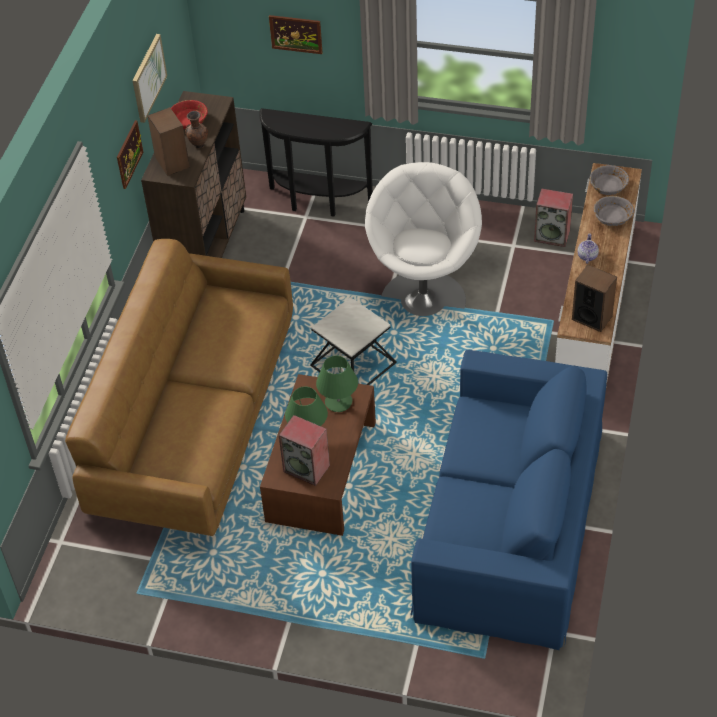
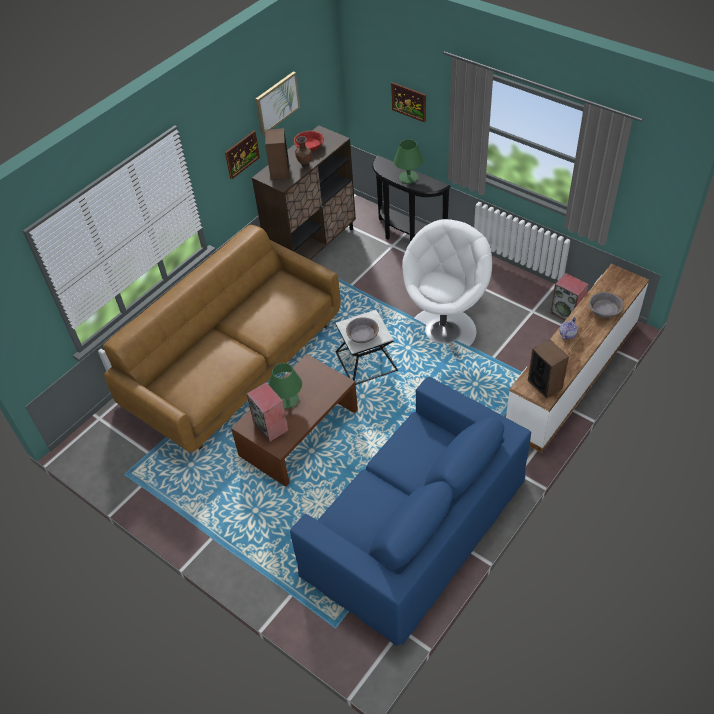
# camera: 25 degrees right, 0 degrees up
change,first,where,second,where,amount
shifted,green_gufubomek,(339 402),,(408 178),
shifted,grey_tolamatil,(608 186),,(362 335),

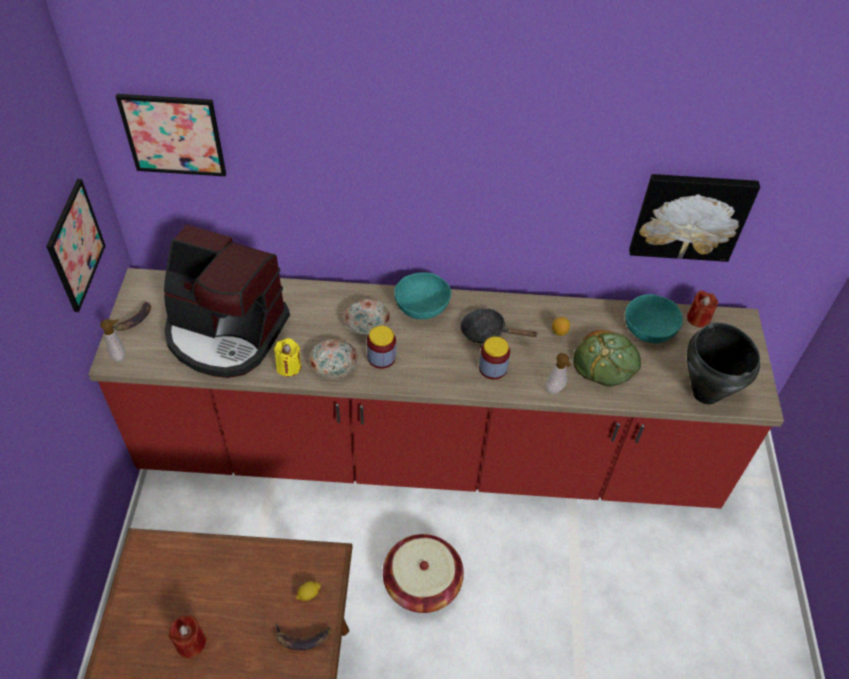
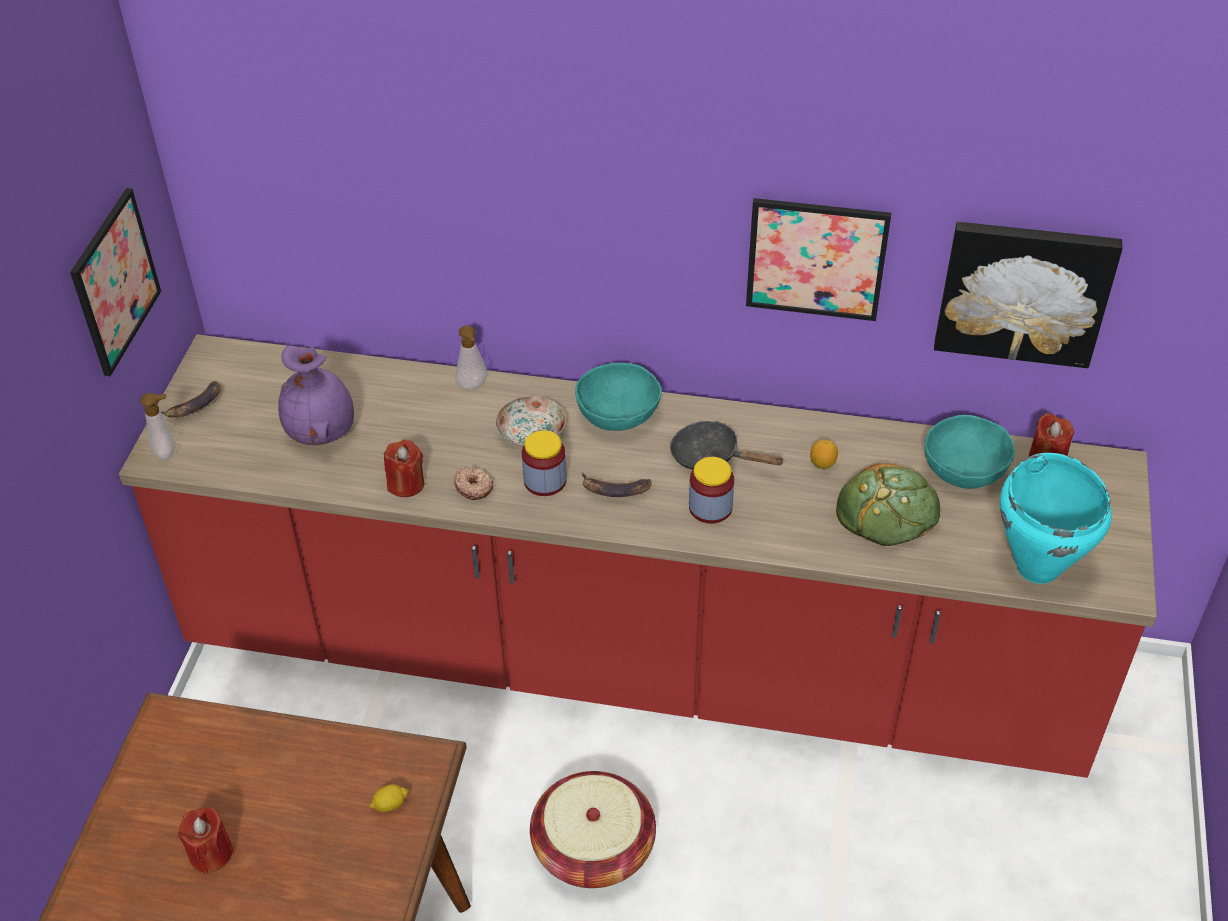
# camera: 10 degrees right, 5 degrees down
change,first,where,second,where,amount
shifted,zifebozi,(173 135),,(816 259),
swapped,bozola,(225 333),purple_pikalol,(322 432),
repainted,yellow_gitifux,(288 367),red_gitifux,(406 484),
shifted,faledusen,(302 638),,(614 490),
swapped,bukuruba,(335 365),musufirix,(474 487),
shifted,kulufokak,(556 390),,(473 386),
repainted,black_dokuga,(706 393),turquoise_dokuga,(1038 567),

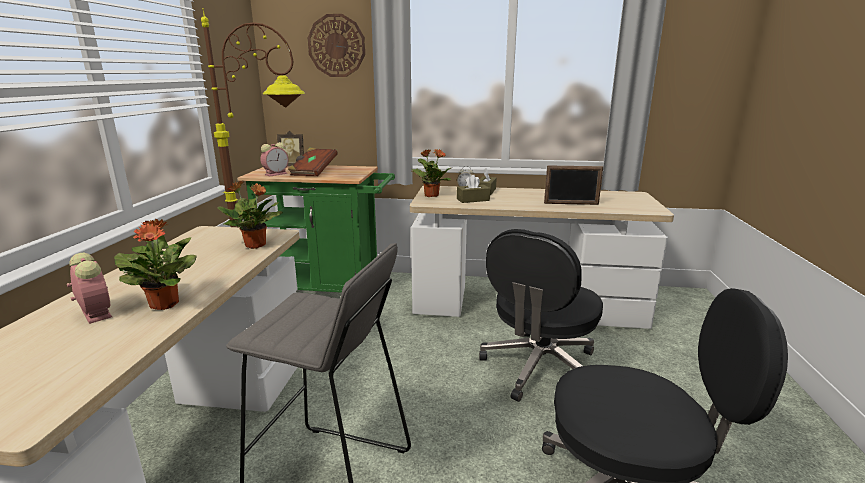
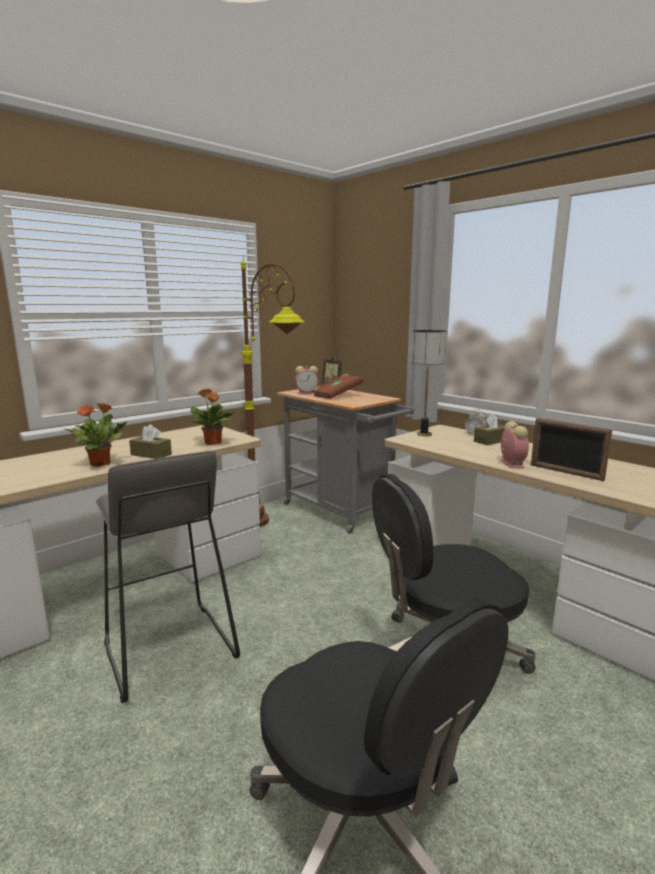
# camera: 40 degrees right, 5 degrees down
change,first,where,second,where,amount
shifted,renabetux,(95 313),,(511 463),
repainted,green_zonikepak,(329 291),grey_zonikepak,(342 512),
gone,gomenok,(336 46),,,
swapped,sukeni,(431 195),gufubomek,(424 434),
shifted,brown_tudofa,(473 200),,(151 454),

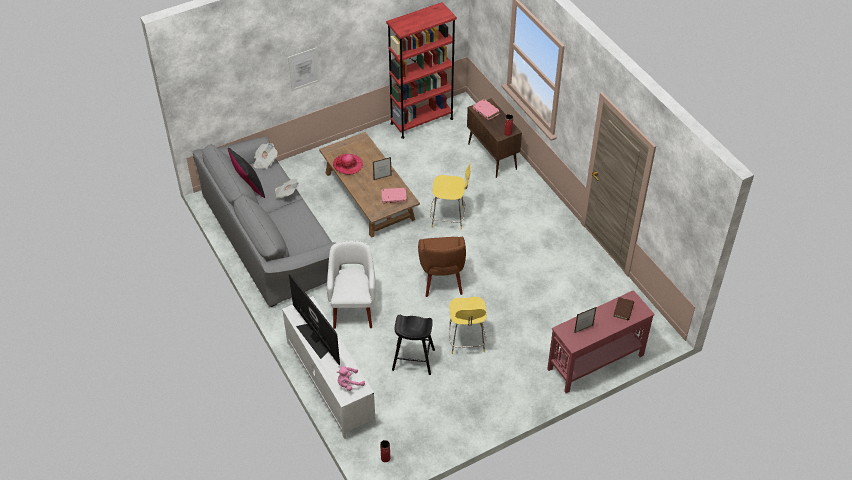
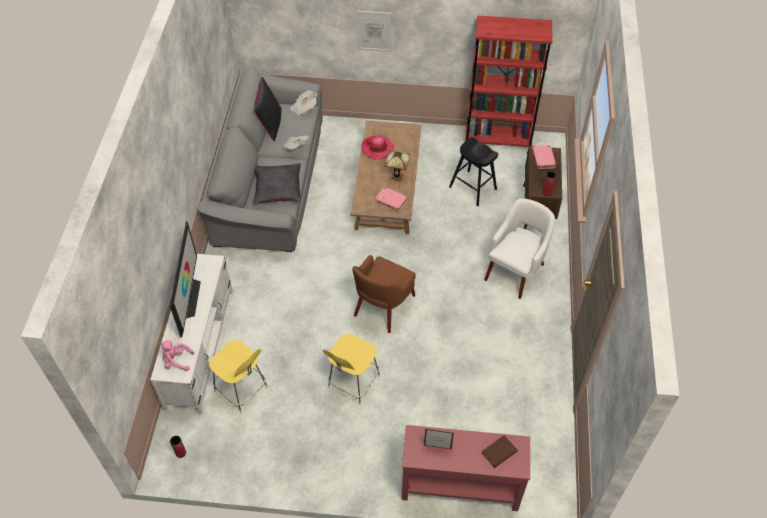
# camera: 35 degrees right, 5 degrees up
change,first,where,second,where,amount
shifted,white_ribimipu,(353 307),,(515 270),
swapped,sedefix,(382 177),gufubomek,(398 176),
shifted,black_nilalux,(413 360),,(473 188),
shifted,yellow_nilalux,(449 217),,(242 390),
new,,,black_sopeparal,(278 189),

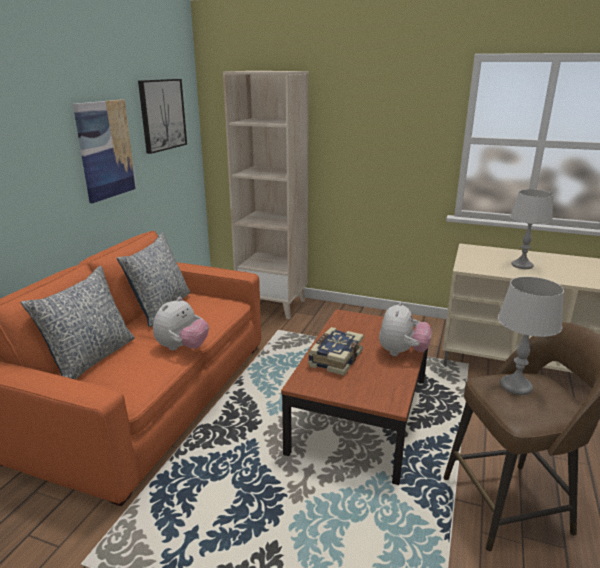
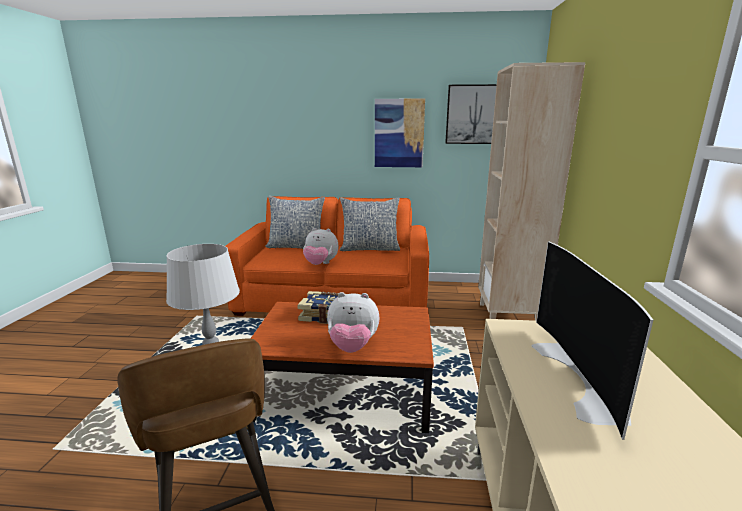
# camera: 75 degrees right, 5 degrees down
change,first,where,second,where,amount
swapped,grey_gufubomek,(522 265),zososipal,(582 378),

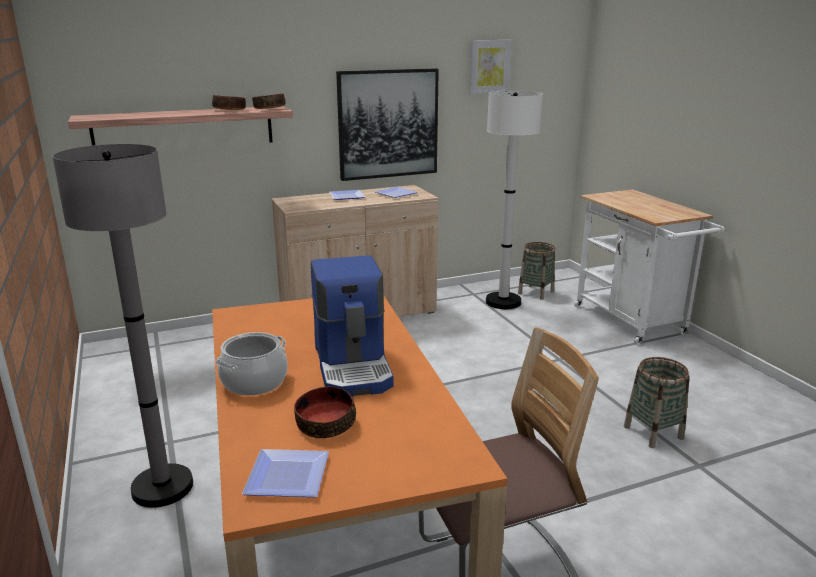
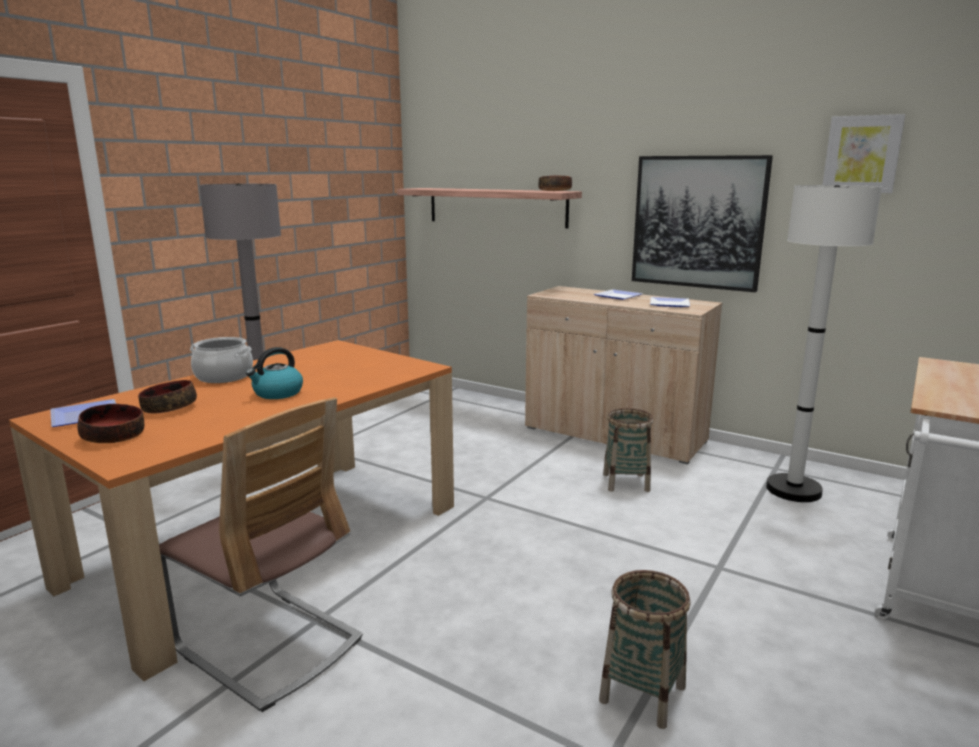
# camera: 55 degrees right, 5 degrees down
change,first,where,second,where,amount
shifted,tolamatil,(230 110),,(113 436),
swapped,bozola,(354 366),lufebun,(277 393),
shifted,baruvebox,(536 292),,(626 482),

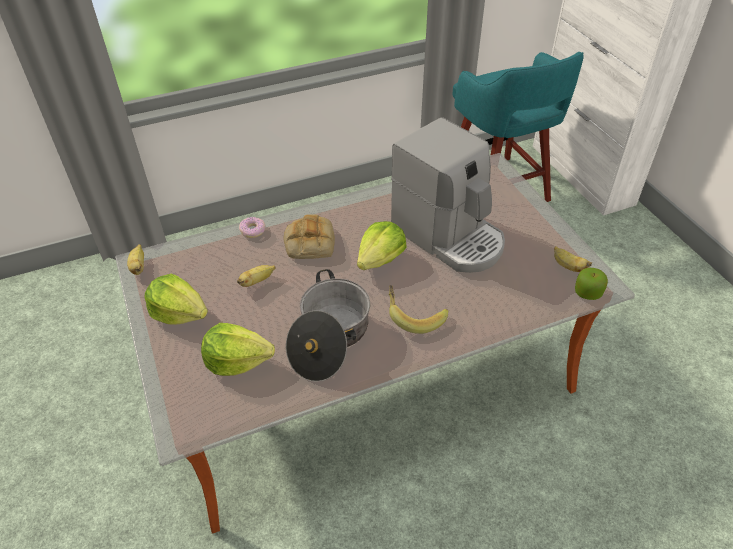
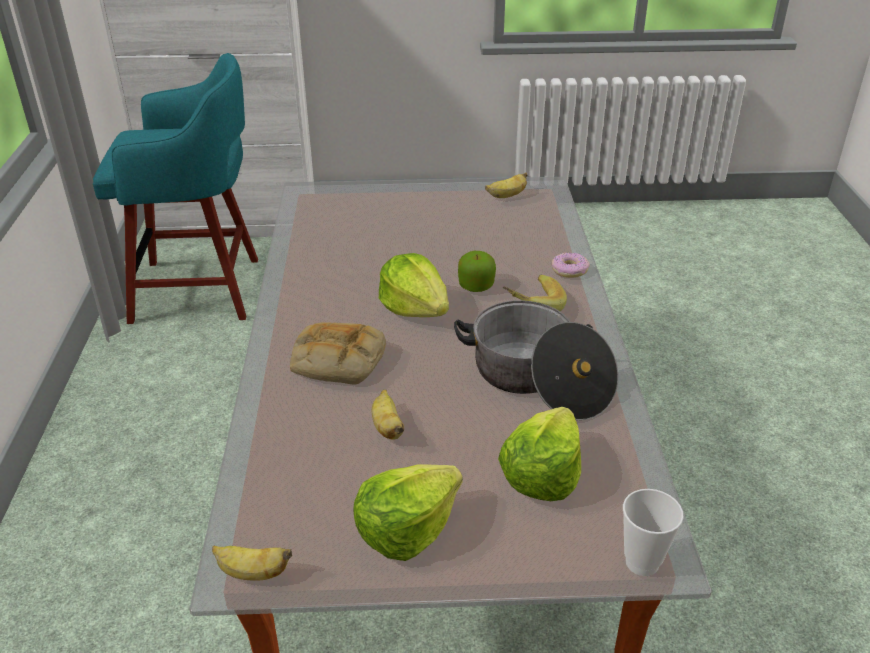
# camera: 70 degrees left, 10 degrees down
change,first,where,second,where,amount
shifted,musufirix,(253 230),,(569 270),
gone,bozola,(449 236),,,
shifted,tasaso,(587 292),,(476 286),
new,,,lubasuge,(642 562),

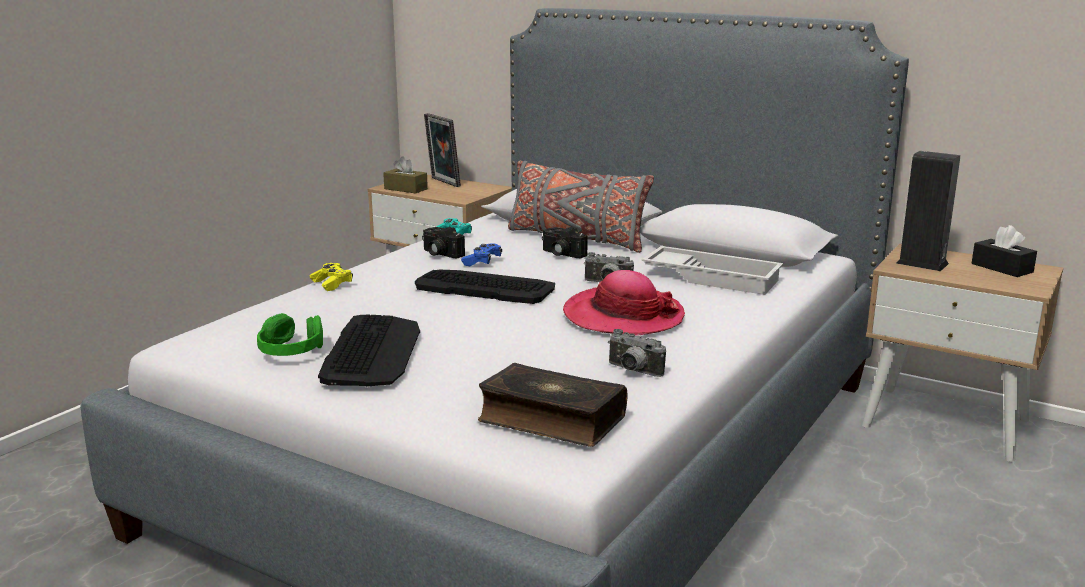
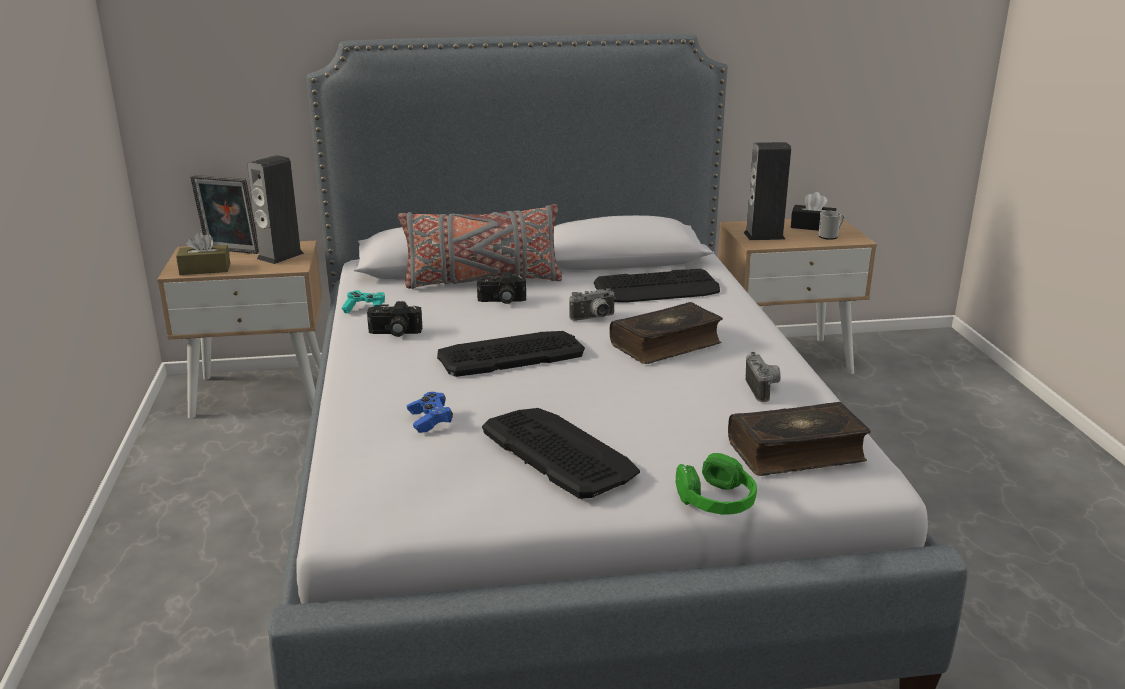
# camera: 40 degrees left, 5 degrees up
change,first,where,second,where,amount
shifted,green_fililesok,(291 350),,(716 501),
gone,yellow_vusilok,(332 284),,,
shifted,blue_vusilok,(482 262),,(430 420),
swapped,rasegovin,(623 316),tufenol,(666 344),
rotated,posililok,(632 371),,(763 390),90 degrees counterclockwise
swapped,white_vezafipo,(713 277),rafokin,(657 288),
new,,,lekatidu,(280 256),
new,,,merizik,(830 236),

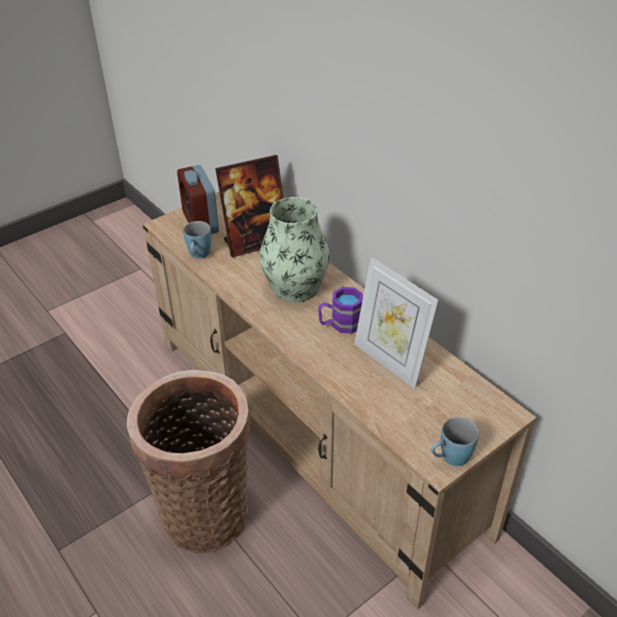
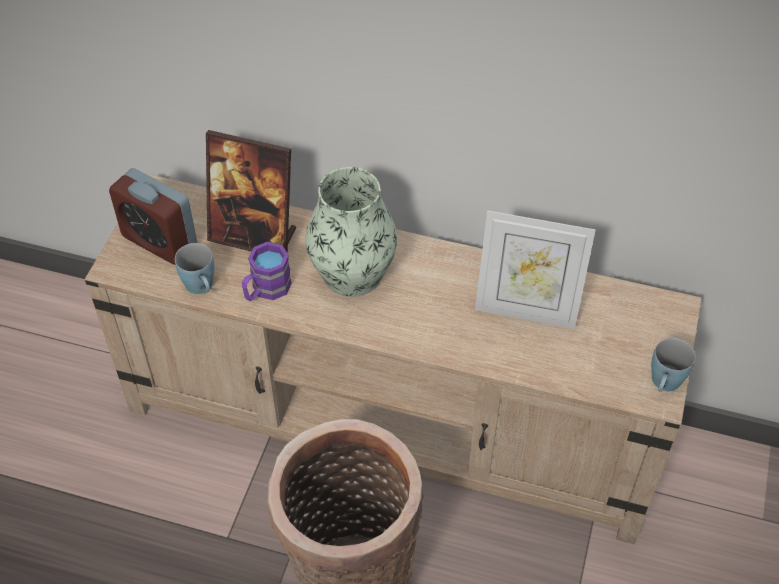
# camera: 35 degrees left, 10 degrees up
change,first,where,second,where,amount
rotated,sedefix,(255 242),,(253 236),75 degrees clockwise
shifted,purple_merizik,(340 324),,(266 290),

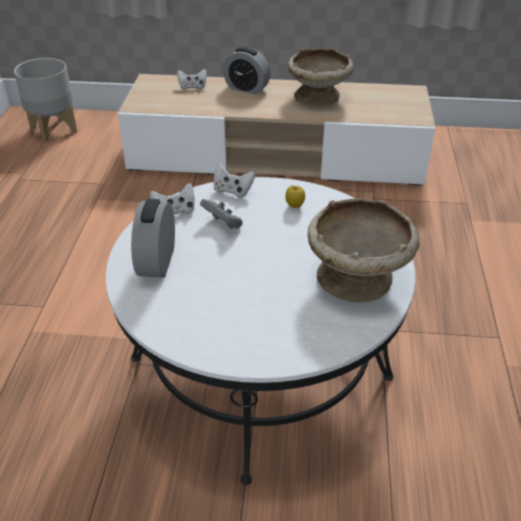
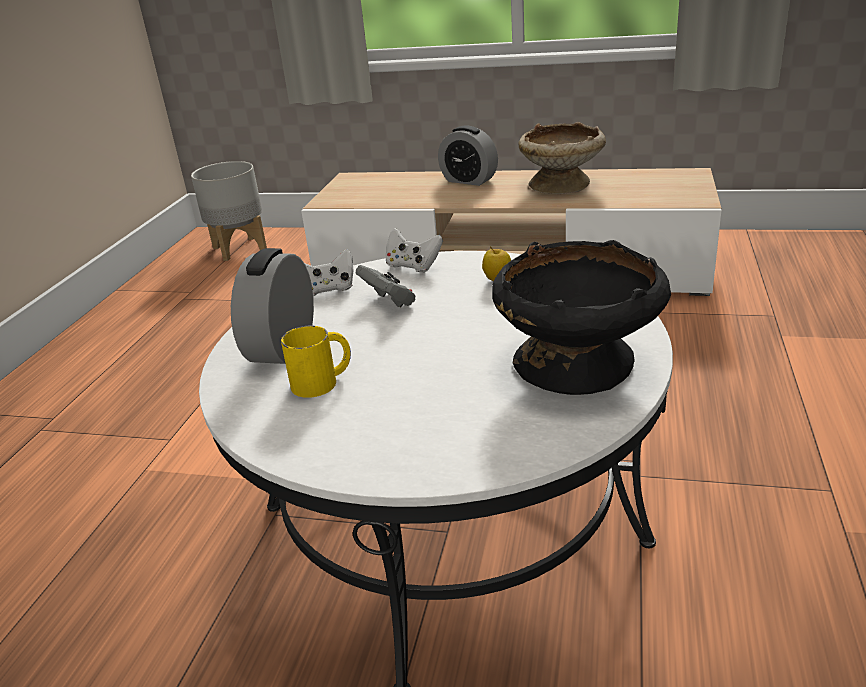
# camera: 10 degrees right, 10 degrees down
change,first,where,second,where,amount
gone,white_vusilok,(192 87),,,
repainted,beige_tolamatil,(357 277),black_tolamatil,(578 363),
new,,,yellow_merizik,(323 381),

